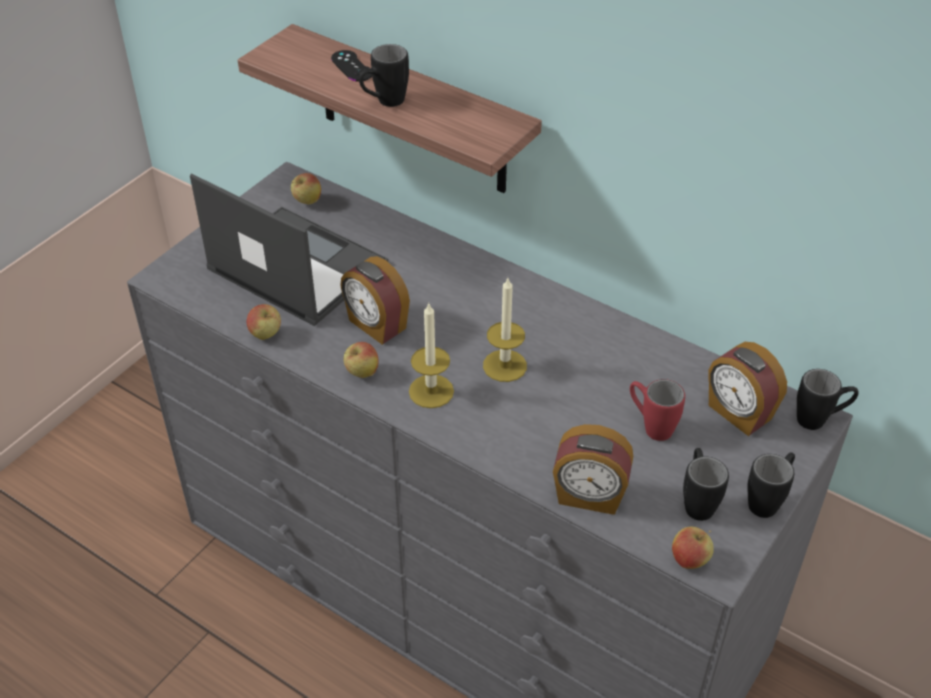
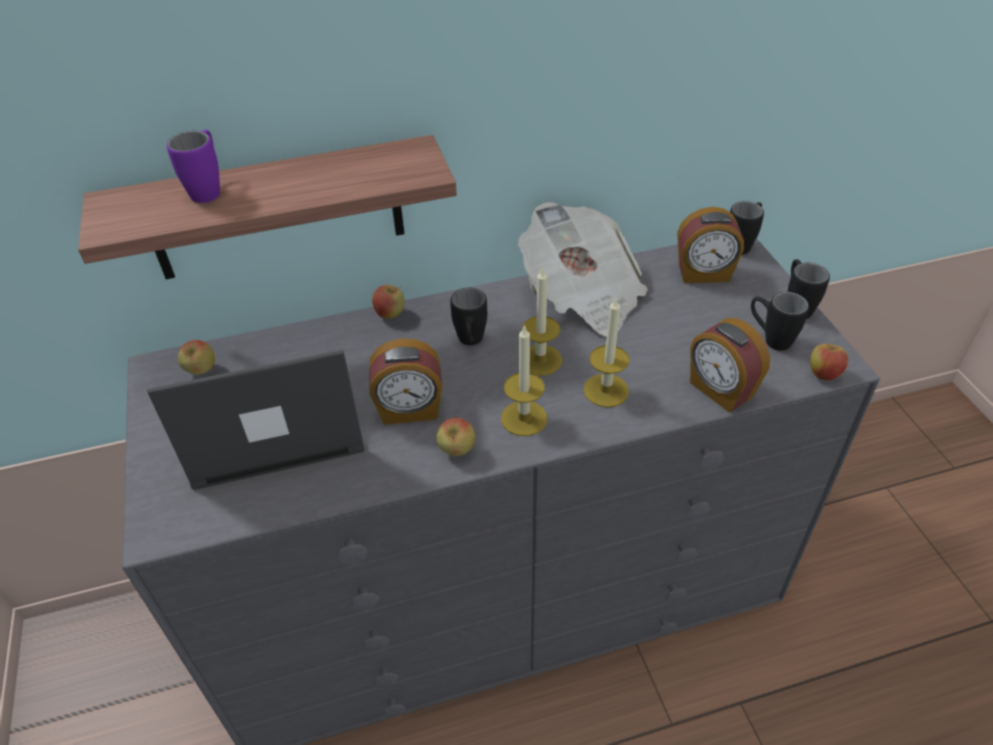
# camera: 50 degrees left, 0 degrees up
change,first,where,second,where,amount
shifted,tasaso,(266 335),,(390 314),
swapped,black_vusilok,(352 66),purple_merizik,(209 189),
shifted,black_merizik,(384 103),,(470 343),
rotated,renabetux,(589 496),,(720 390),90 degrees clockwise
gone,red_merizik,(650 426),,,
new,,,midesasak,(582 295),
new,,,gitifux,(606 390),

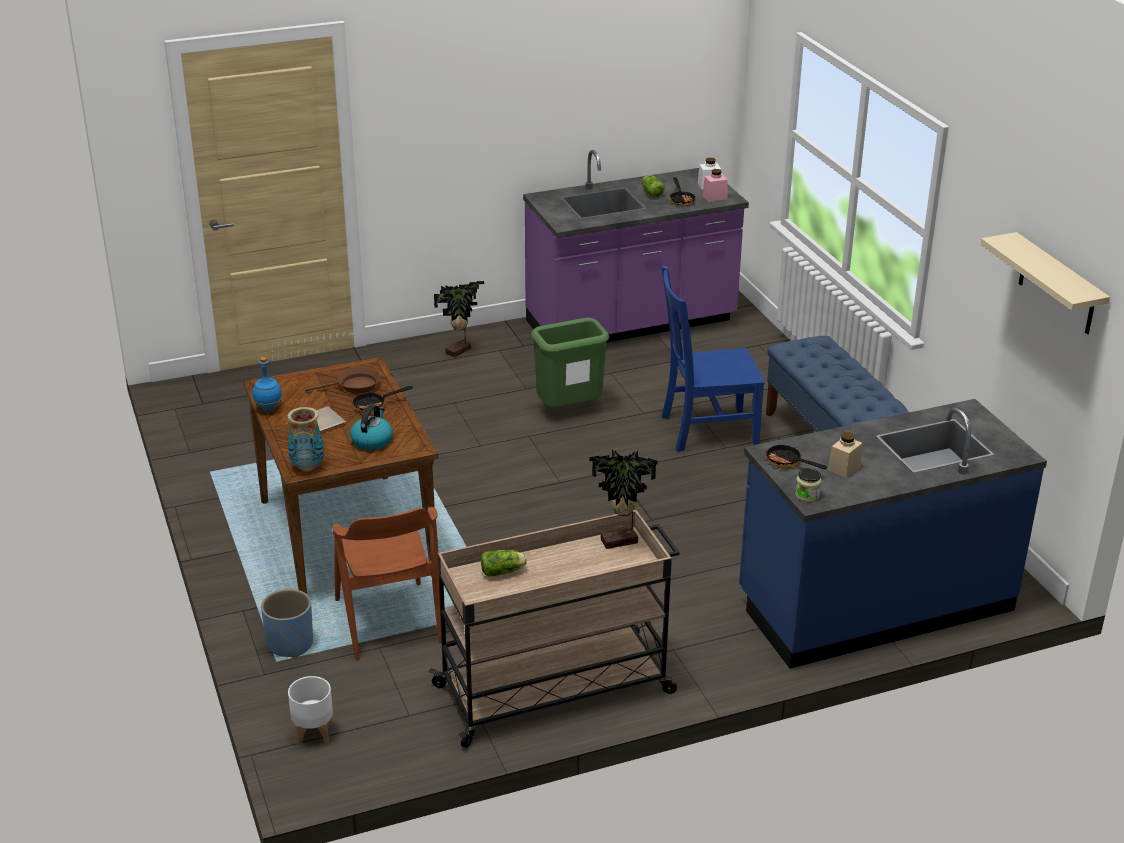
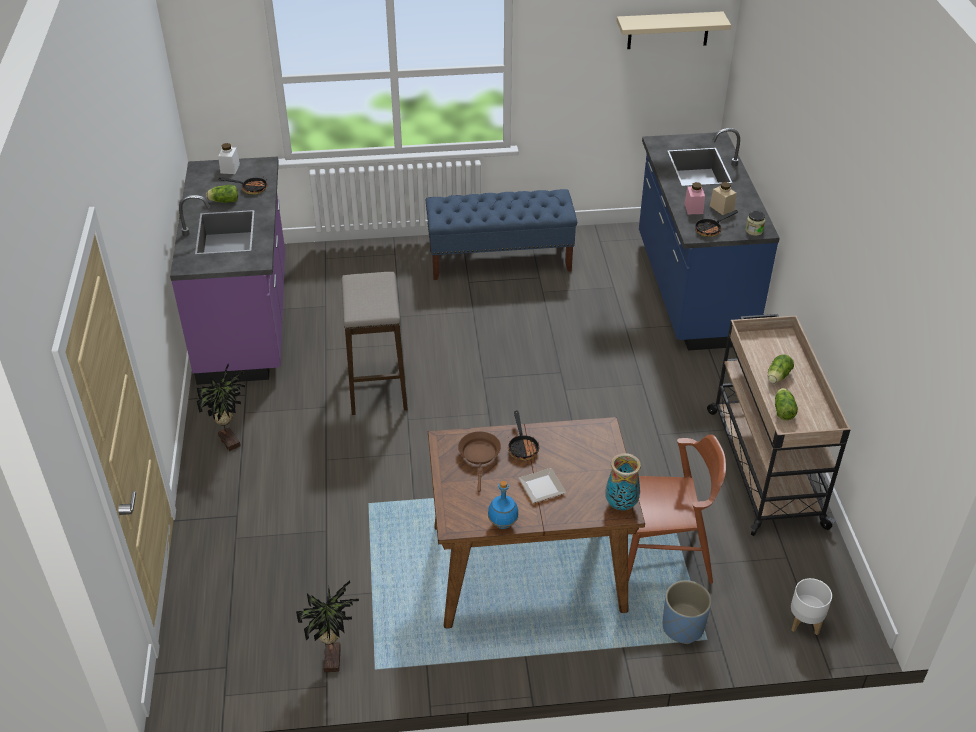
# camera: 75 degrees left, 10 degrees up
change,first,where,second,where,amount
gone,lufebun,(372 441),,,
swapped,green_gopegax,(569 410),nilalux,(377 386),
shifted,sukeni,(621 542),,(334 658),
gone,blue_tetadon,(705 430),,,
shifted,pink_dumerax,(714 197),,(693 208),
new,,,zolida,(777 377),

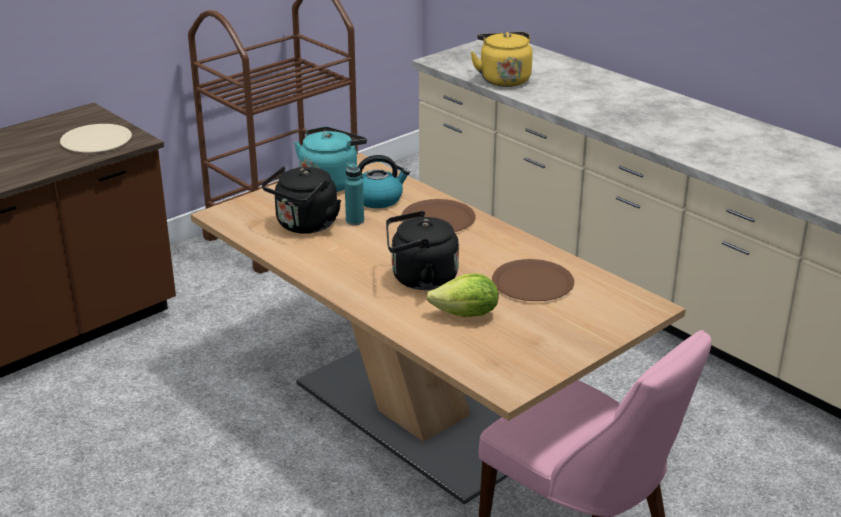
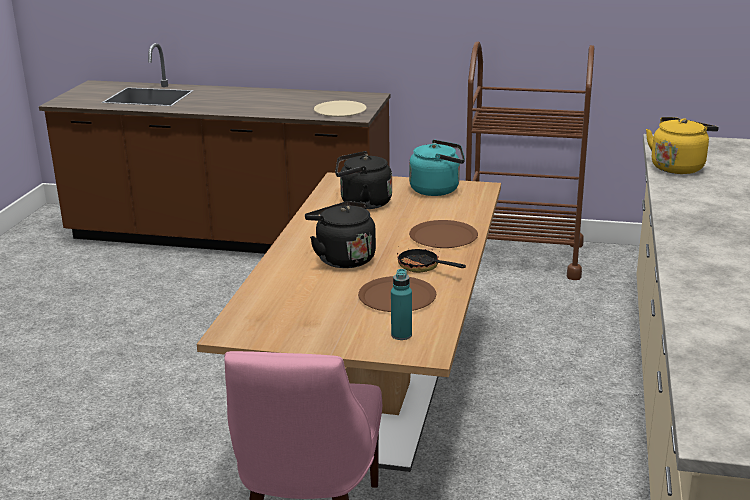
# camera: 55 degrees right, 5 degrees down
change,first,where,second,where,amount
shifted,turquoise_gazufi,(355 221),,(401 335),
gone,lufebun,(379 199),,,
gone,zolida,(466 315),,,
new,,,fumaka,(423 267),

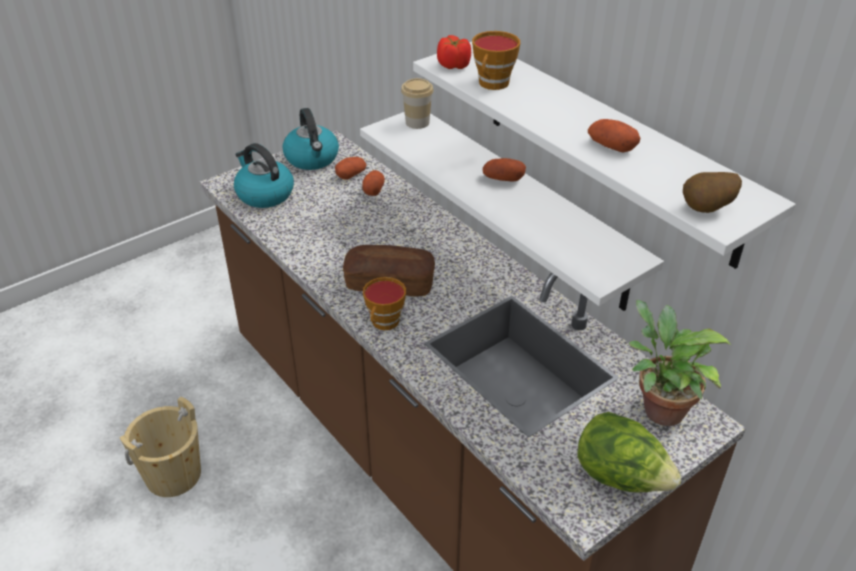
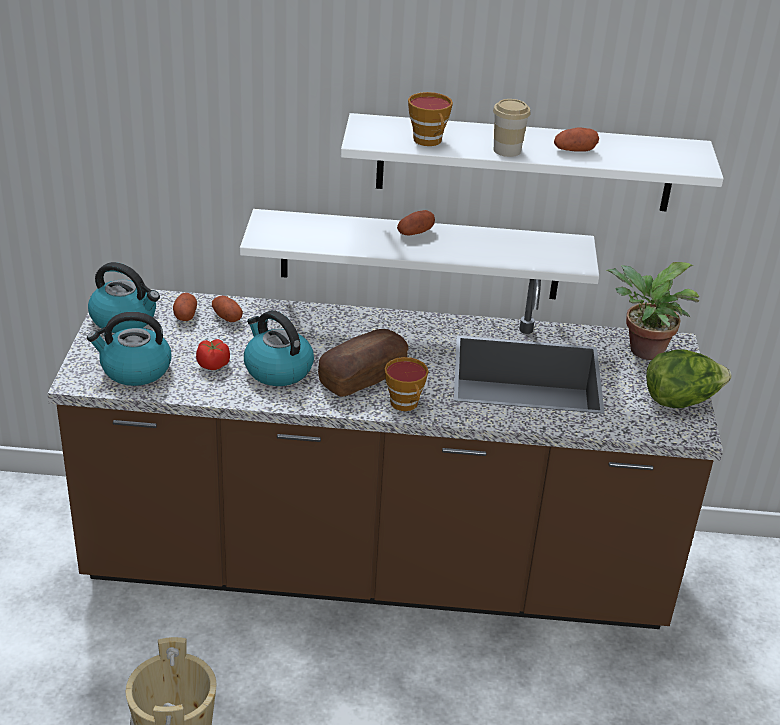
# camera: 50 degrees left, 5 degrees down
change,first,where,second,where,amount
shifted,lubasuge,(417 122),,(507 150),
shifted,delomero,(454 65),,(213 365),
gone,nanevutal,(707 210),,,
new,,,lufebun,(277 369),

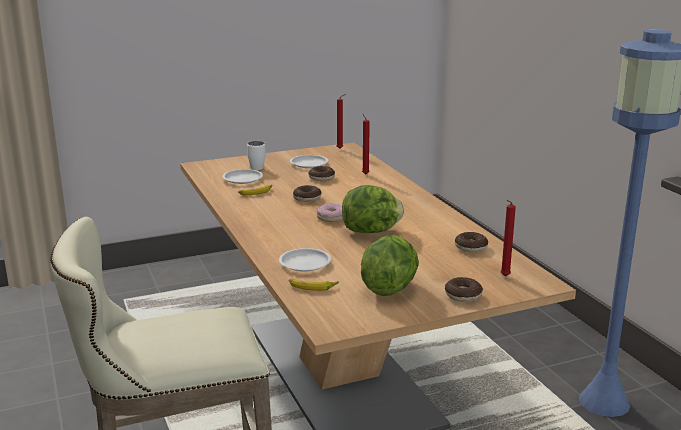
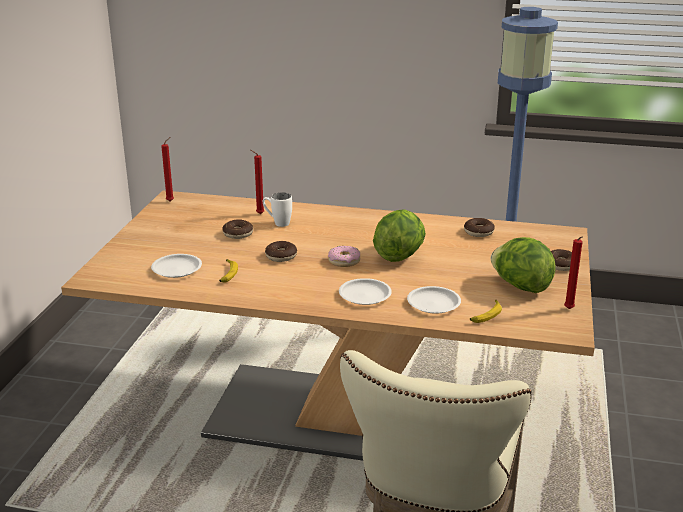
# camera: 55 degrees left, 5 degrees up
change,first,where,second,where,amount
shifted,white_merizik,(256 166),,(277 223),
shifted,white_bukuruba,(309 164),,(365 295),
shifted,red_gitifux,(504 276),,(569 310),

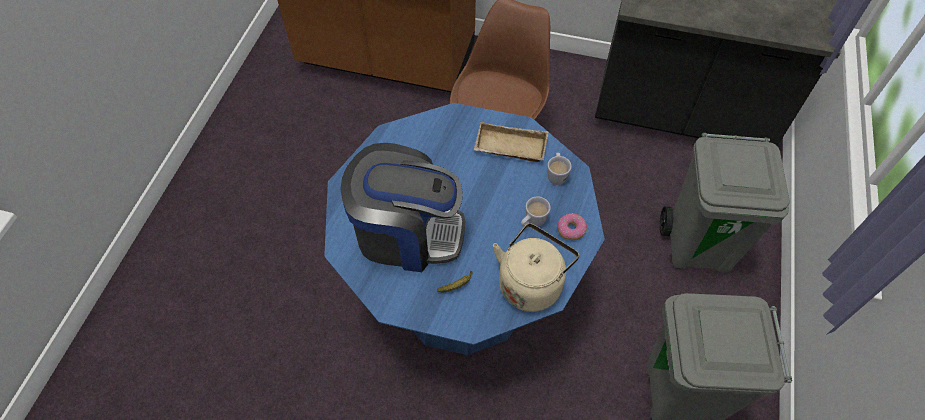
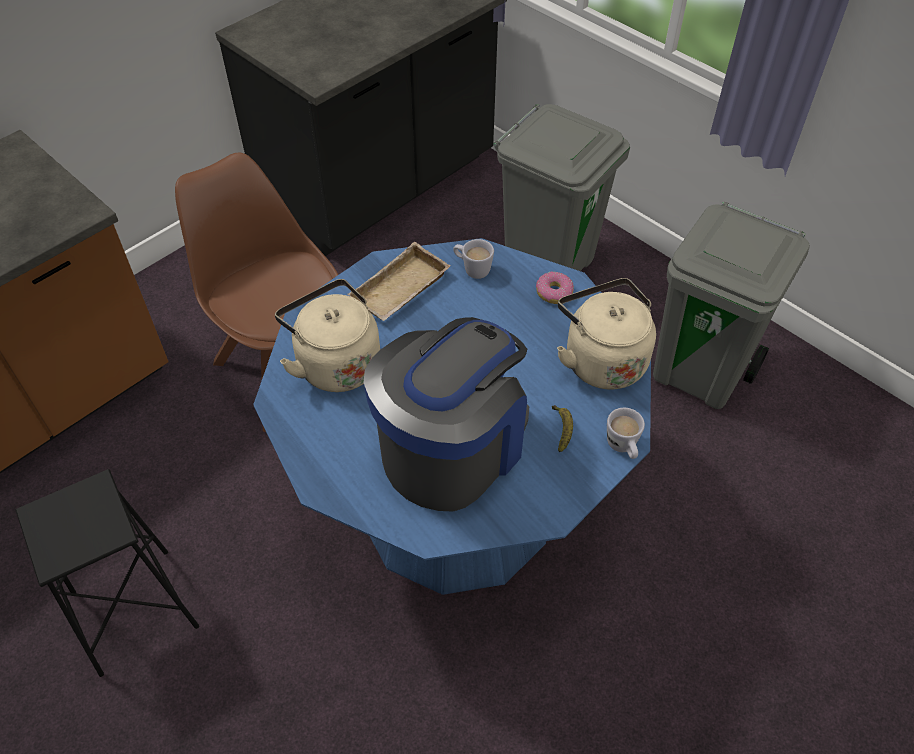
# camera: 60 degrees left, 5 degrees down
change,first,where,second,where,amount
shifted,white_merizik,(532 222),,(623 448),
new,,,black_nilalux,(134 610),
new,,,beige_lufebun,(335 363),

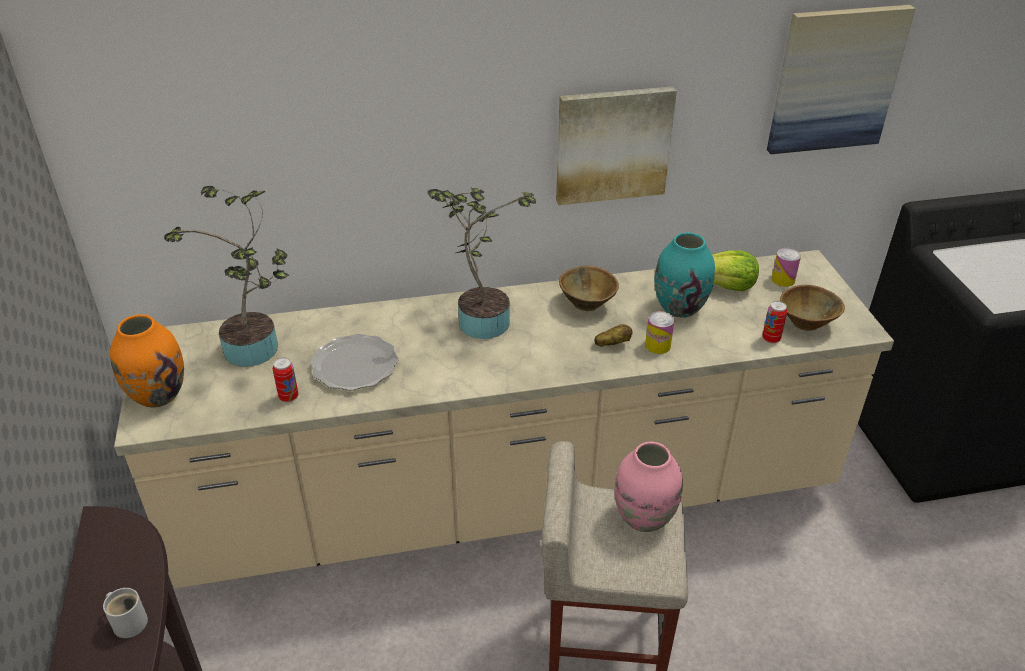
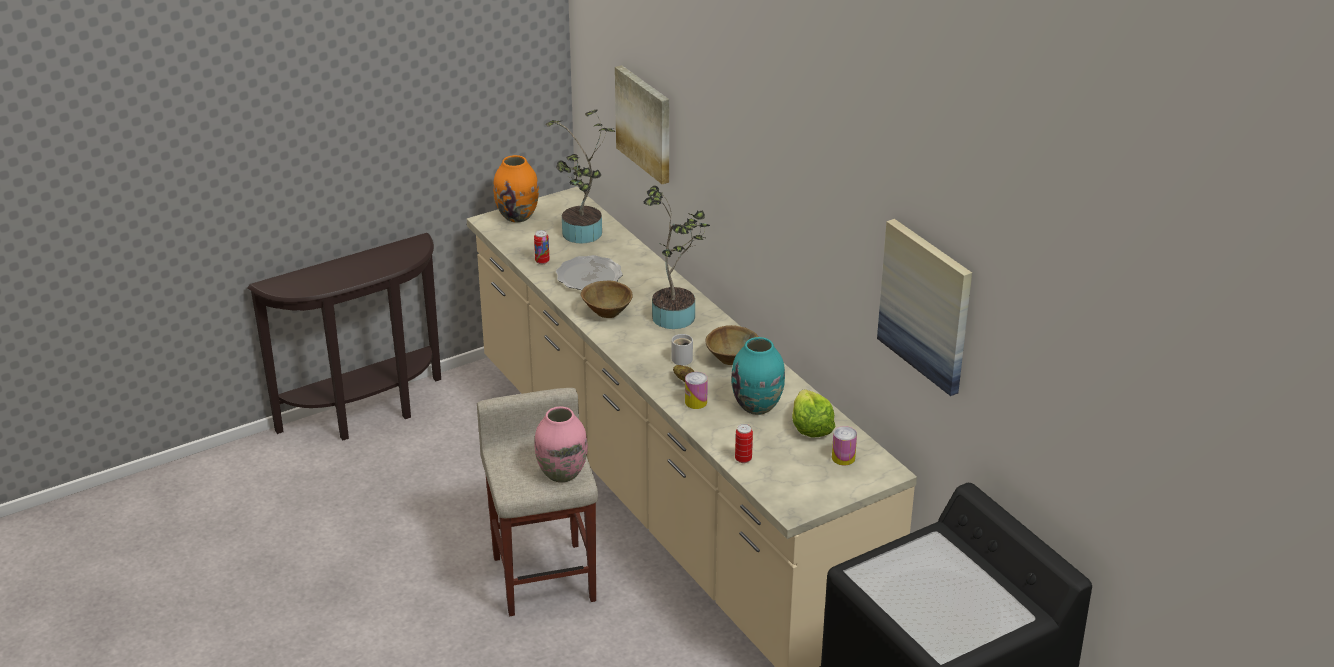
# camera: 70 degrees right, 5 degrees down
change,first,where,second,where,amount
shifted,white_merizik,(129 621),,(683 358),
shifted,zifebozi,(612 144),,(645 123),
shifted,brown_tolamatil,(806 323),,(606 312),

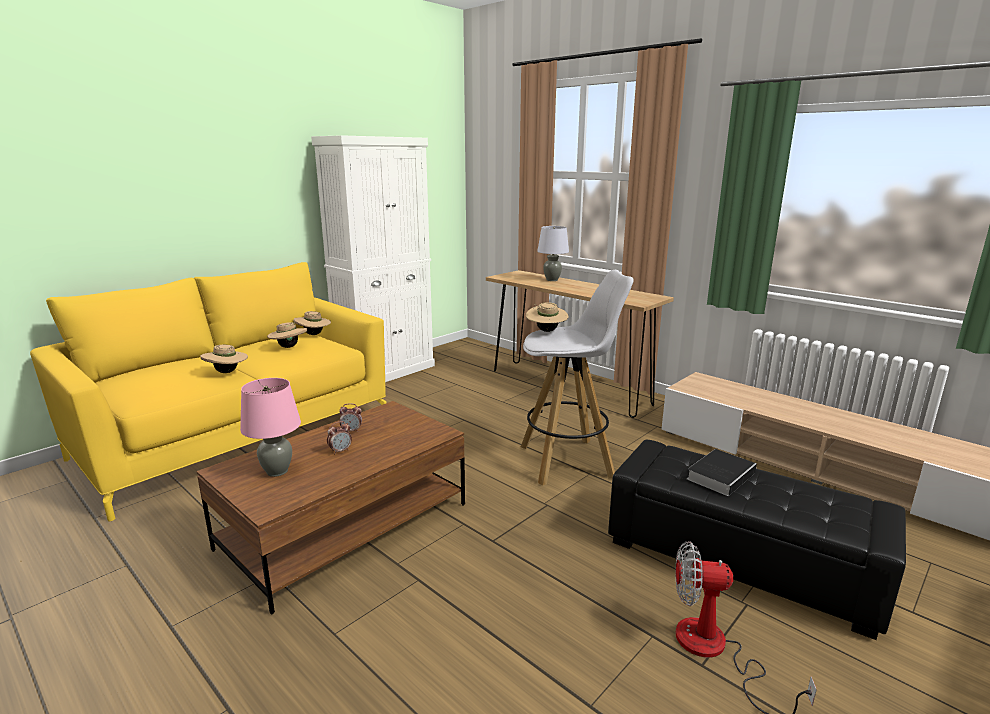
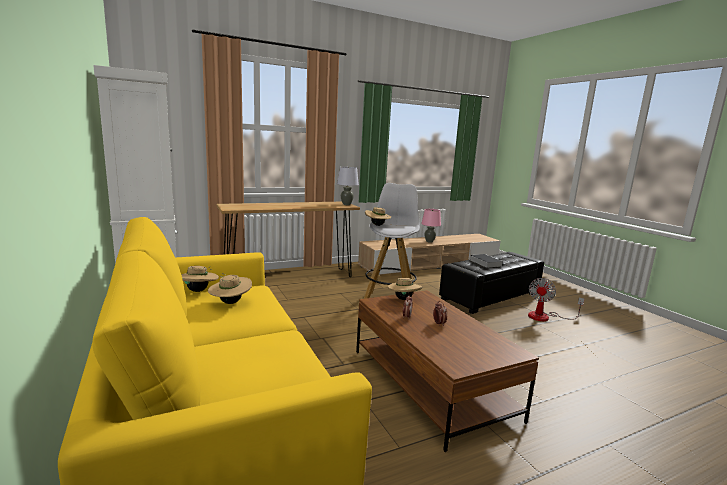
# camera: 70 degrees left, 5 degrees down
change,first,where,second,where,amount
shifted,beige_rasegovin,(227 372),,(403 299),
shifted,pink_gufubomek,(277 471),,(429 241),
shifted,grey_gufubomek,(552 280),,(346 204),

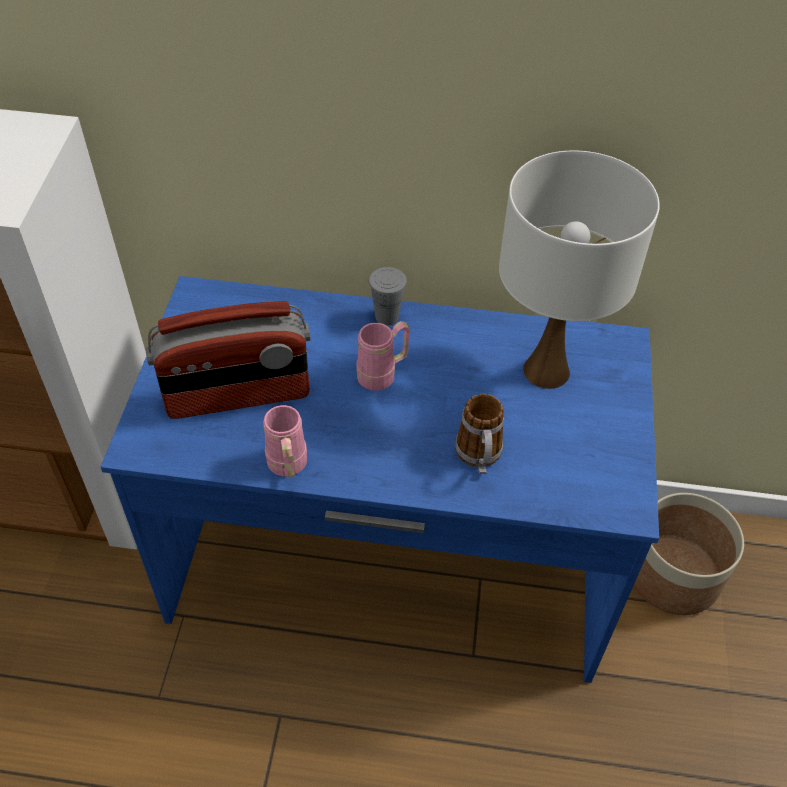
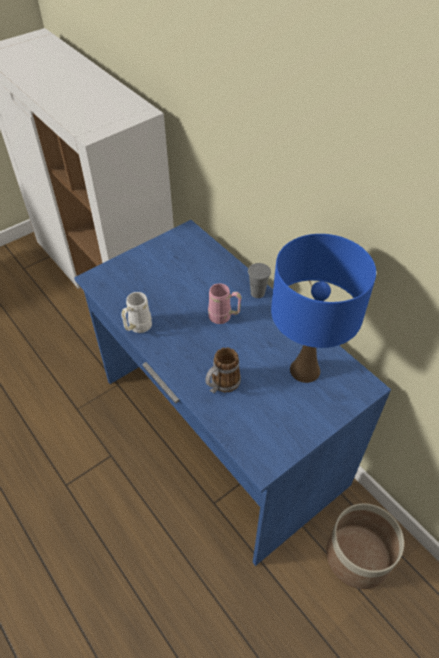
# camera: 45 degrees right, 0 degrees up
change,first,where,second,where,amount
gone,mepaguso,(238 396),,,
repainted,pink_merizik,(287 468),white_merizik,(137 328),
repainted,white_gufubomek,(545 371),blue_gufubomek,(304 369),

